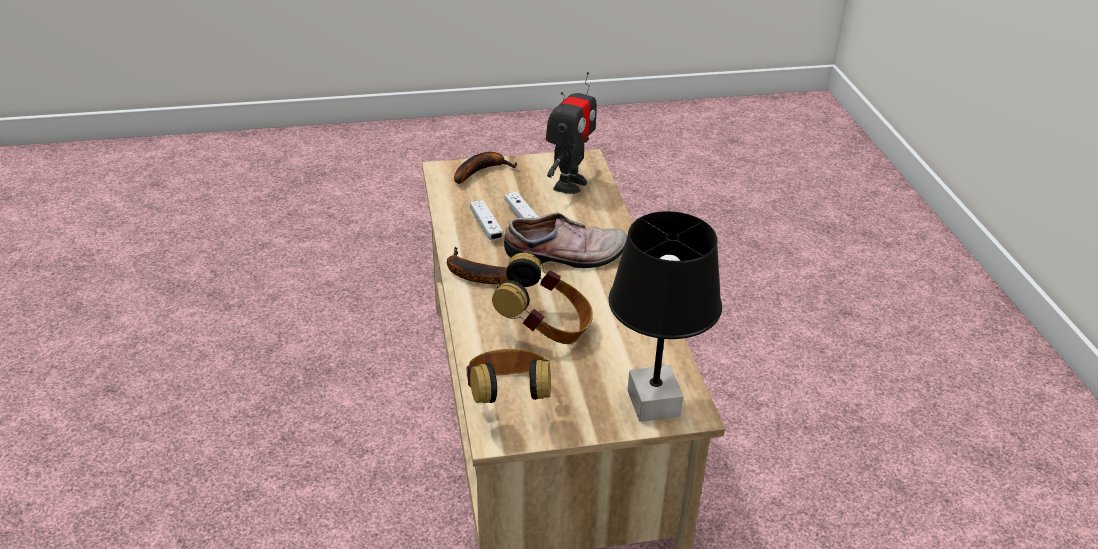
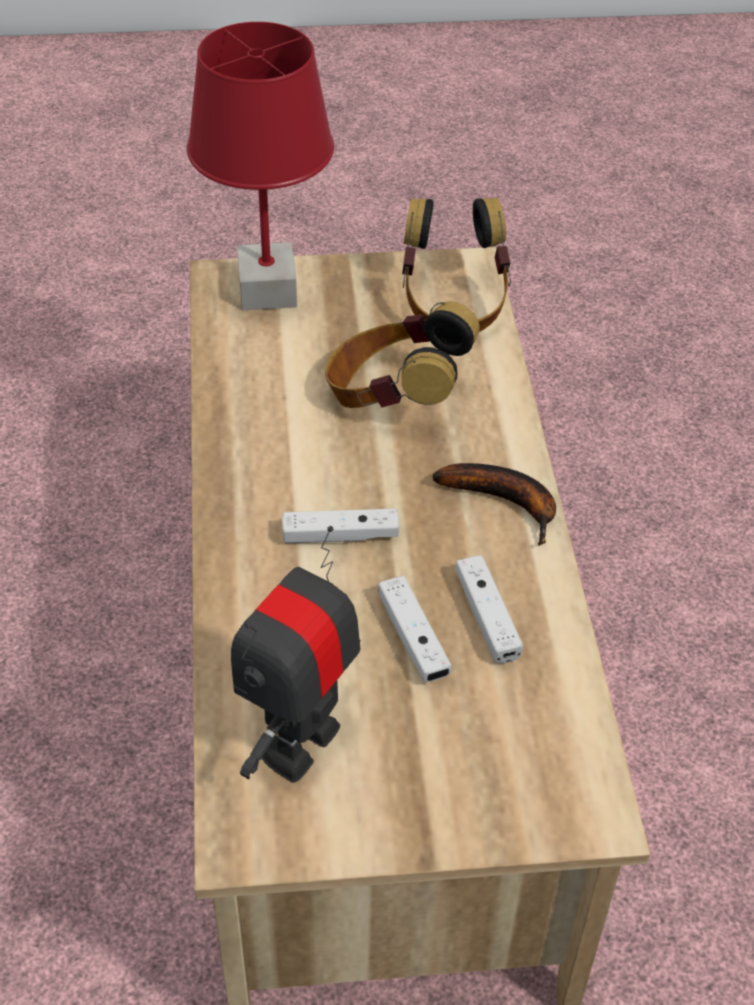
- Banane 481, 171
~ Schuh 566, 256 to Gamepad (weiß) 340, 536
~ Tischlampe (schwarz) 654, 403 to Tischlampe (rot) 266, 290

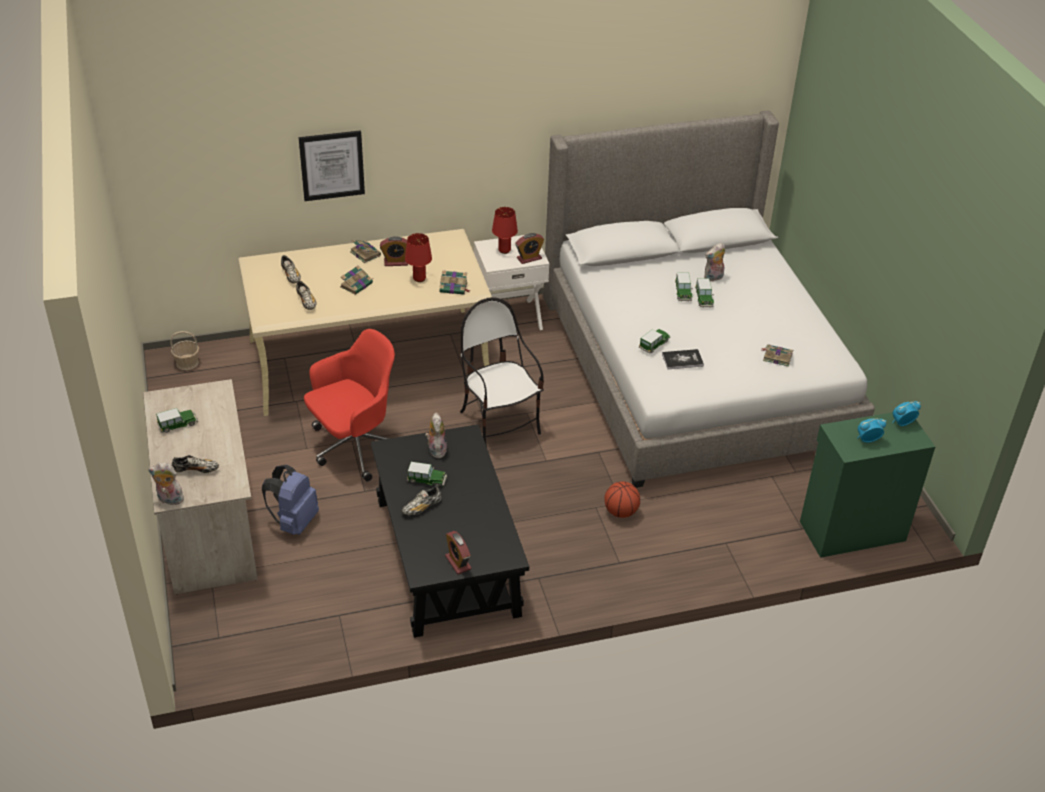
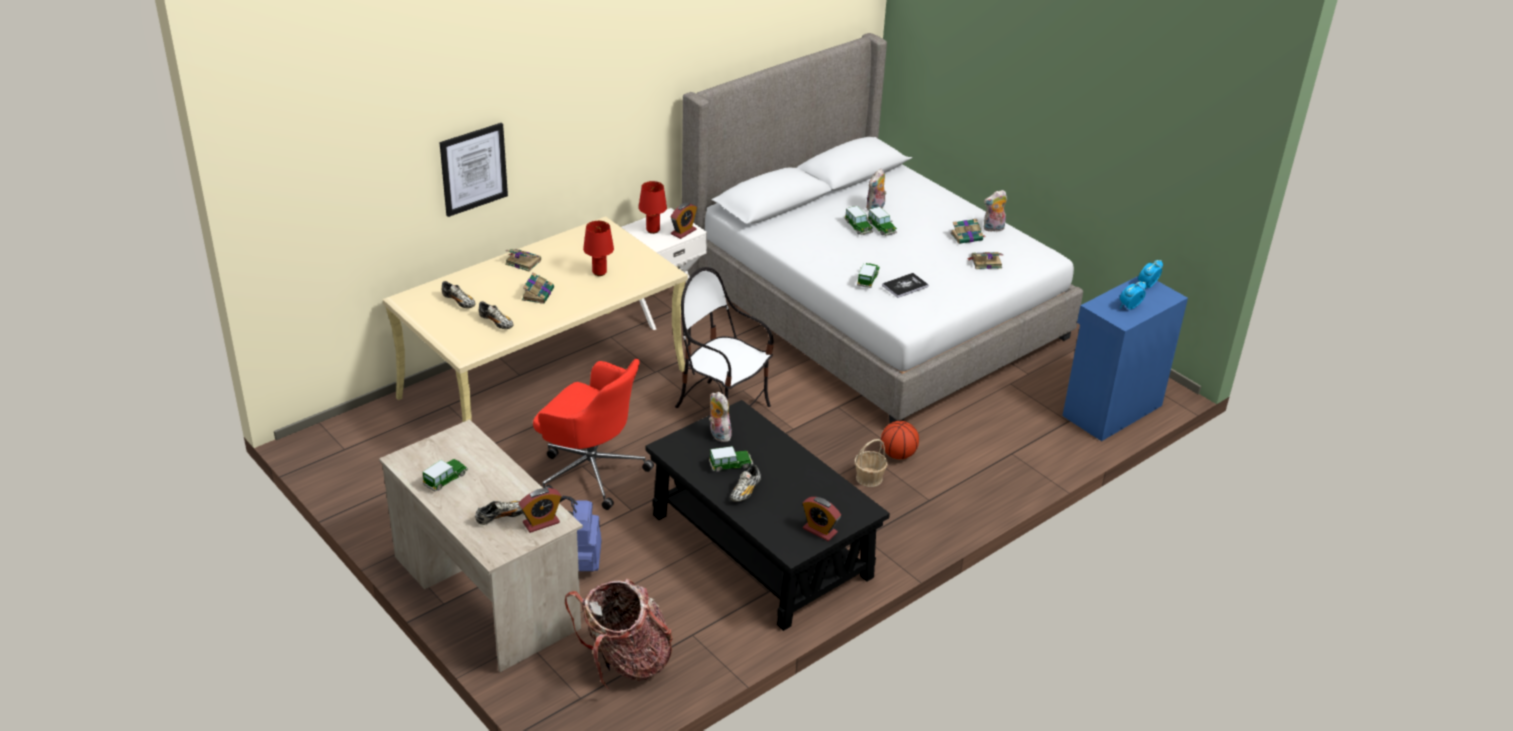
~ Plüschtier 169, 500 to 993, 229
~ Korb 187, 363 to 869, 478
~ Bürostuhl (rot) 355, 447 = 591, 471 90 degrees clockwise
~ Wecker 396, 262 to 541, 523
~ Buch 454, 288 to 967, 237
~ Schrank (grün) 851, 530 to Schrank (blau) 1110, 410
+ Rucksack 625, 662

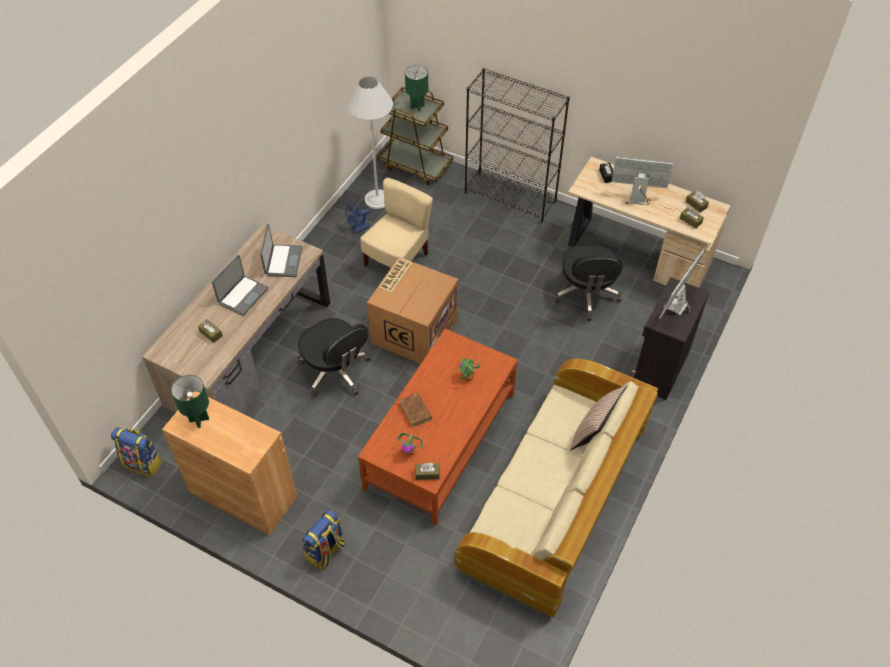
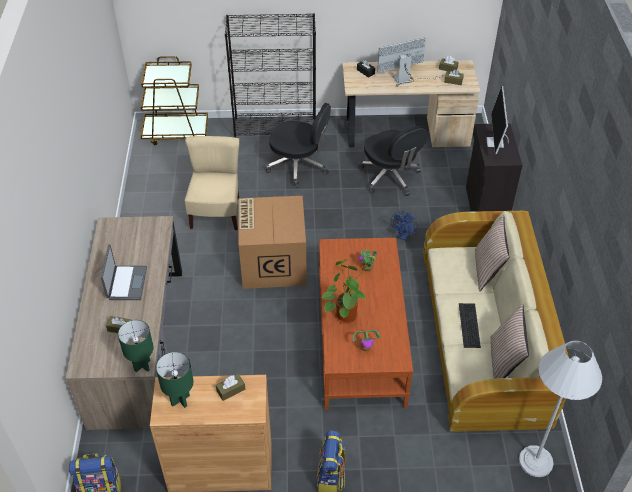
- Laptop 283, 261
~ Bürostuhl (schwarz) 335, 371 to 299, 166
~ Ventilator (blau) 358, 229 to 403, 236
~ Stehlampe (weiß) 377, 199 to 536, 461
~ Buch (braun) 415, 411 to Topfpflanze 345, 314
~ Tischlampe (grün) 417, 107 to 142, 365
~ Taschentuchbox (braun) 427, 474 to 231, 390
+ Tastatur 468, 324
+ Kissen 504, 362

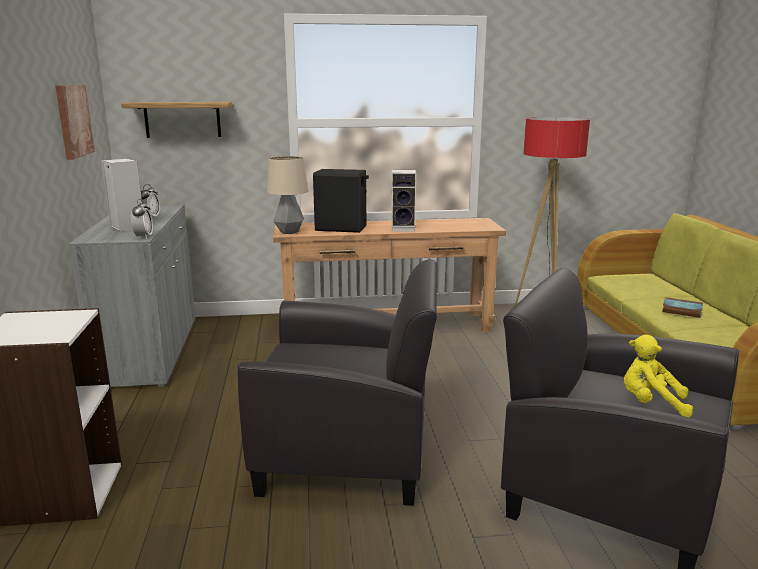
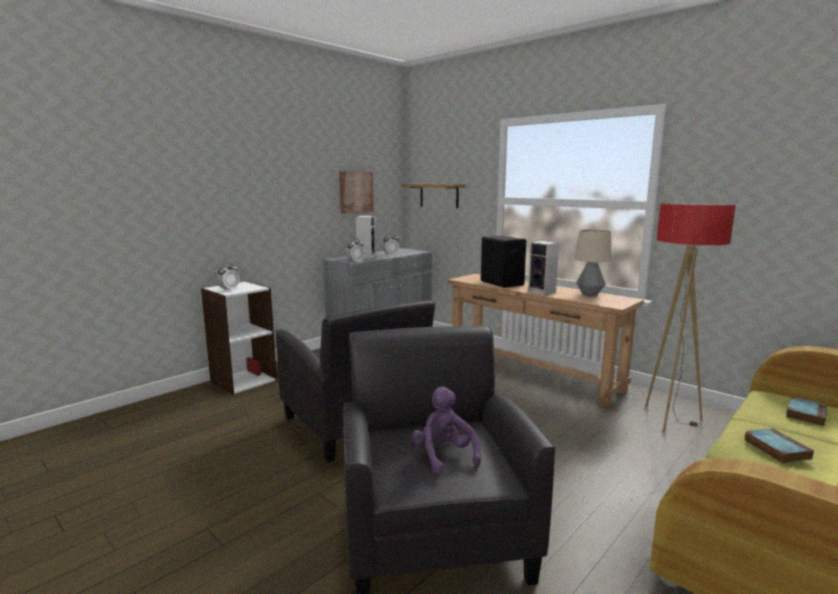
~ Tischlampe 289, 232 to 590, 294
~ Plüschtier (gelb) 651, 404 to Plüschtier (lila) 444, 456
+ Wecker 229, 290
+ Buch 805, 414

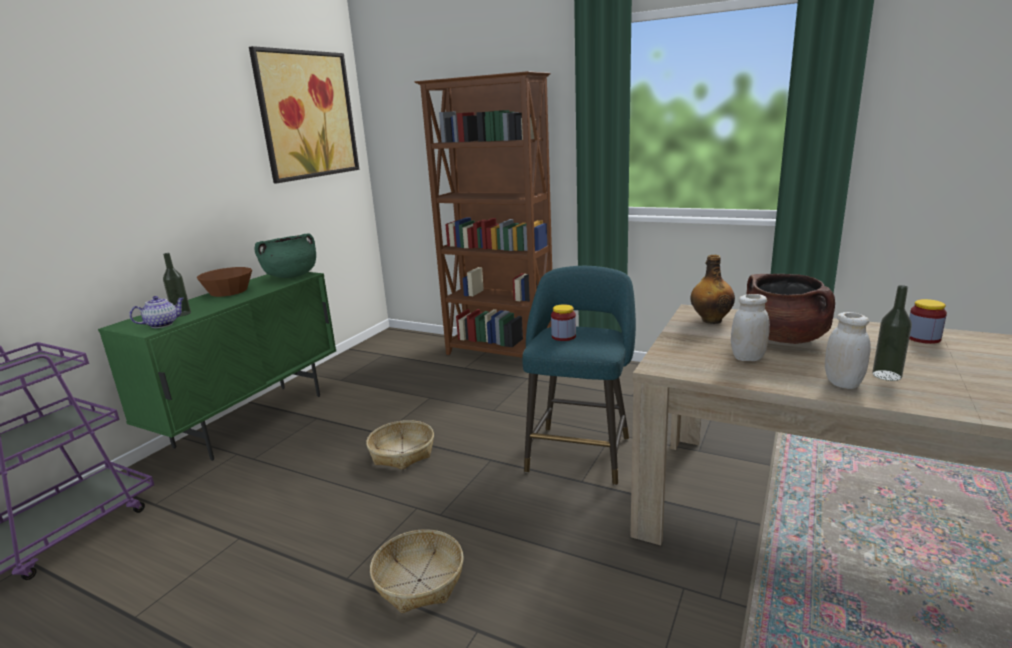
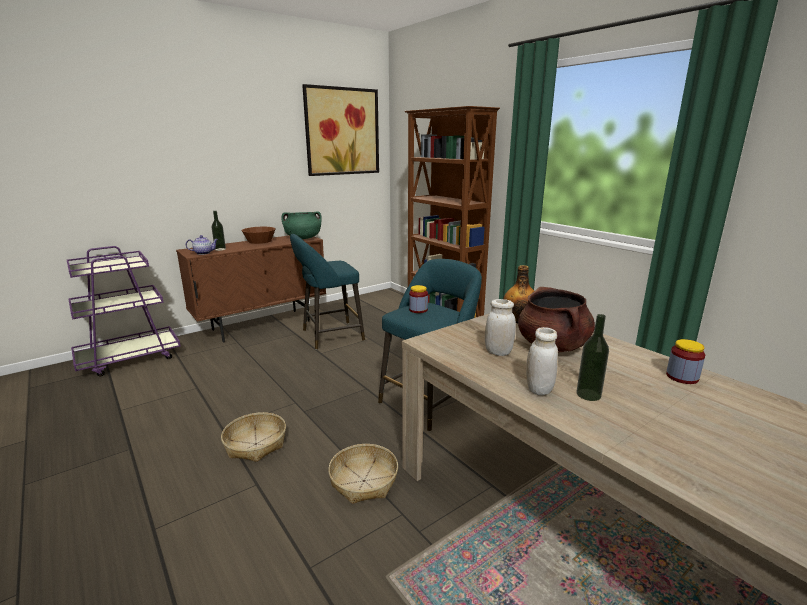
~ Schrank (grün) 252, 420 to Schrank (braun) 262, 325
~ Korb 402, 452 to 364, 480
+ Hocker (türkis) 329, 336

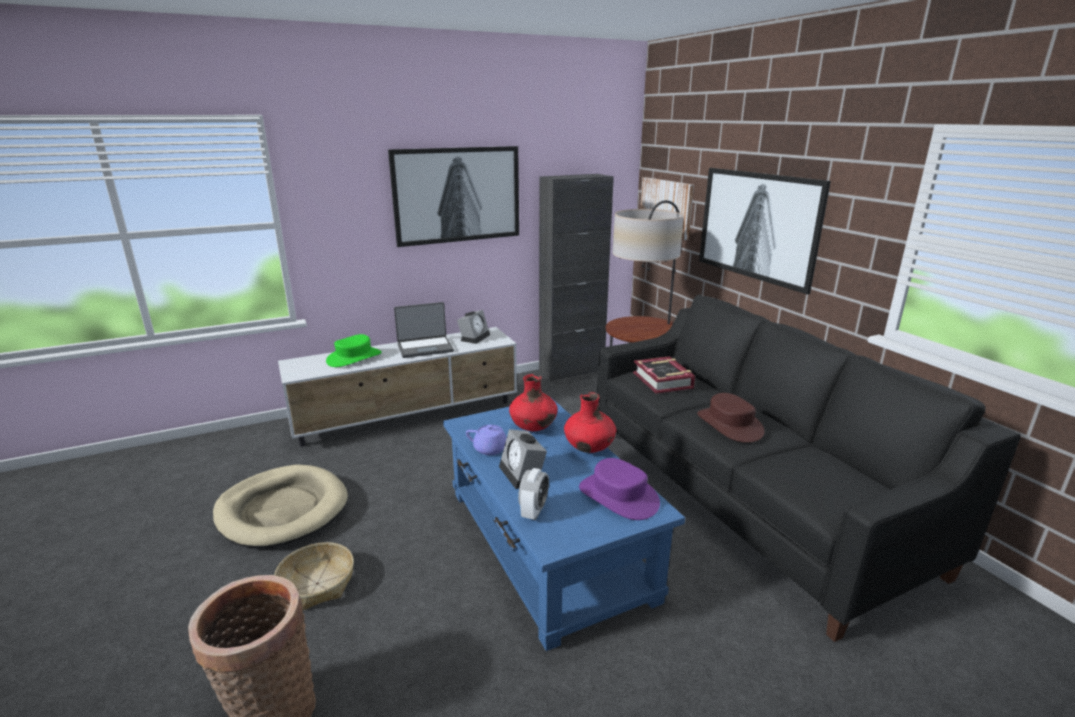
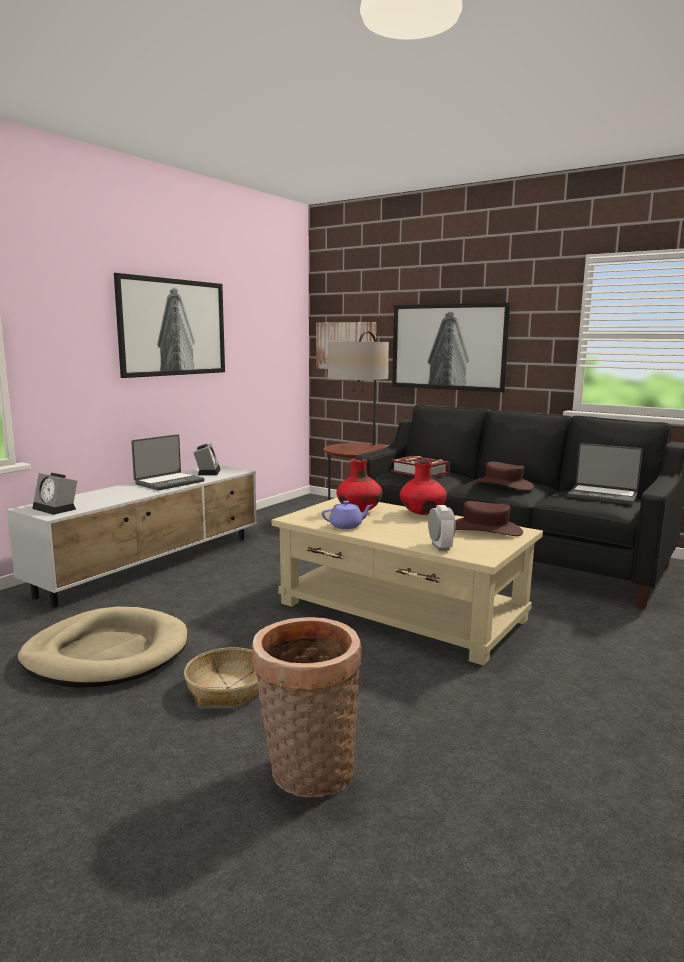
- Hut (grün) 354, 358
~ Couchtisch (blau) 546, 543 to Couchtisch (beige) 401, 611
~ Wecker 523, 474 to 57, 508
- Schrank (schwarz) 571, 370
~ Hut (lila) 619, 496 to Hut (braun) 485, 529
+ Laptop 603, 496

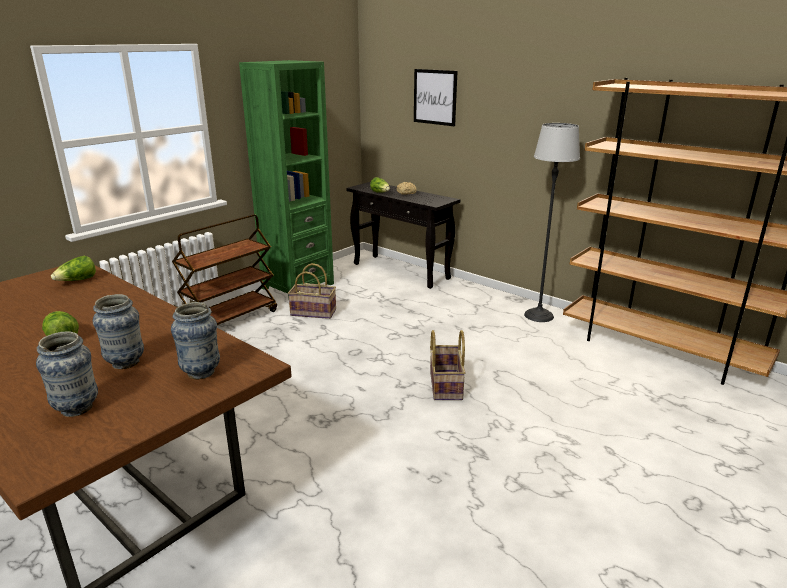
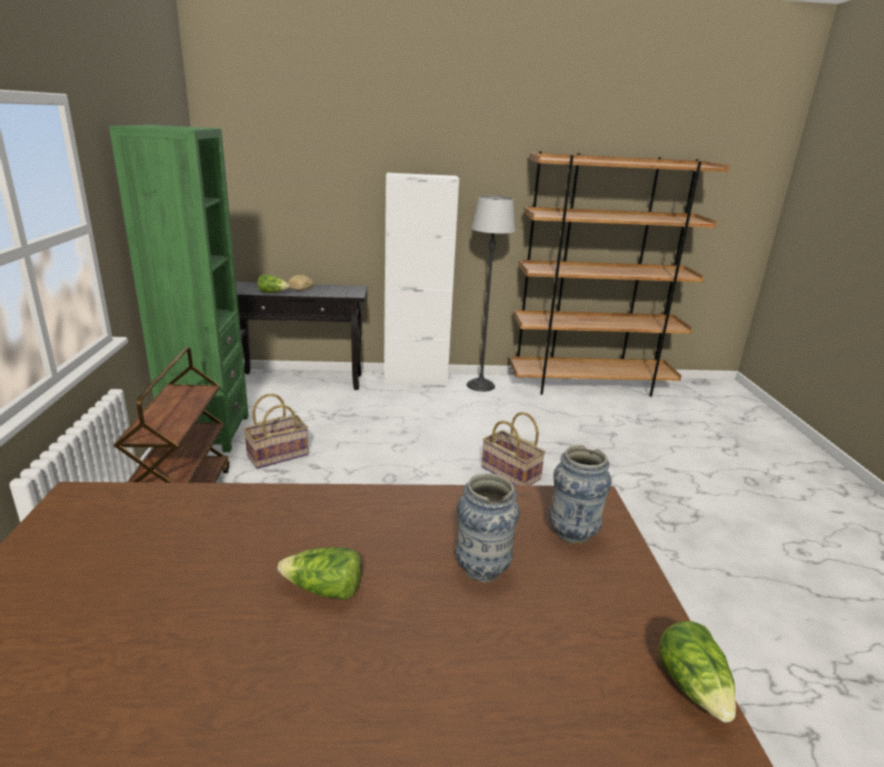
- Vase 77, 408
~ Salatkopf 77, 281 to 693, 687
- Bild 435, 97
+ Schrank (weiß) 415, 380

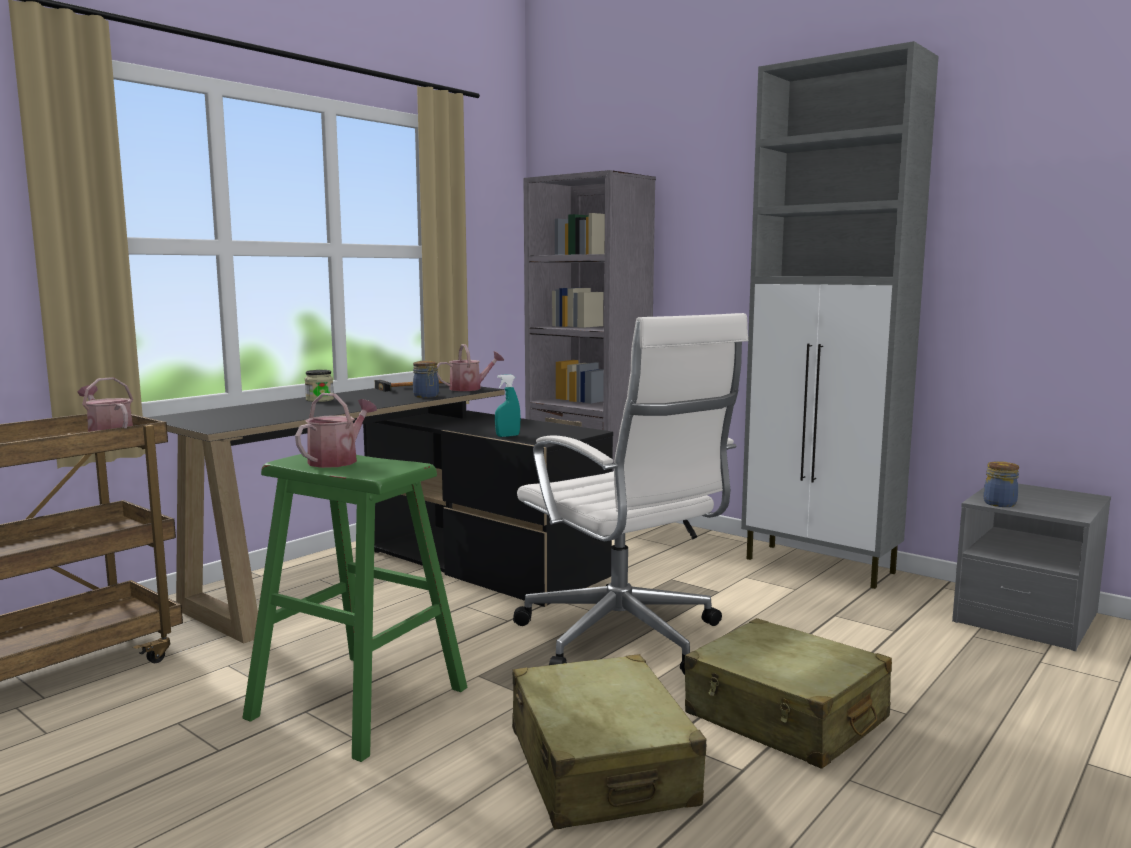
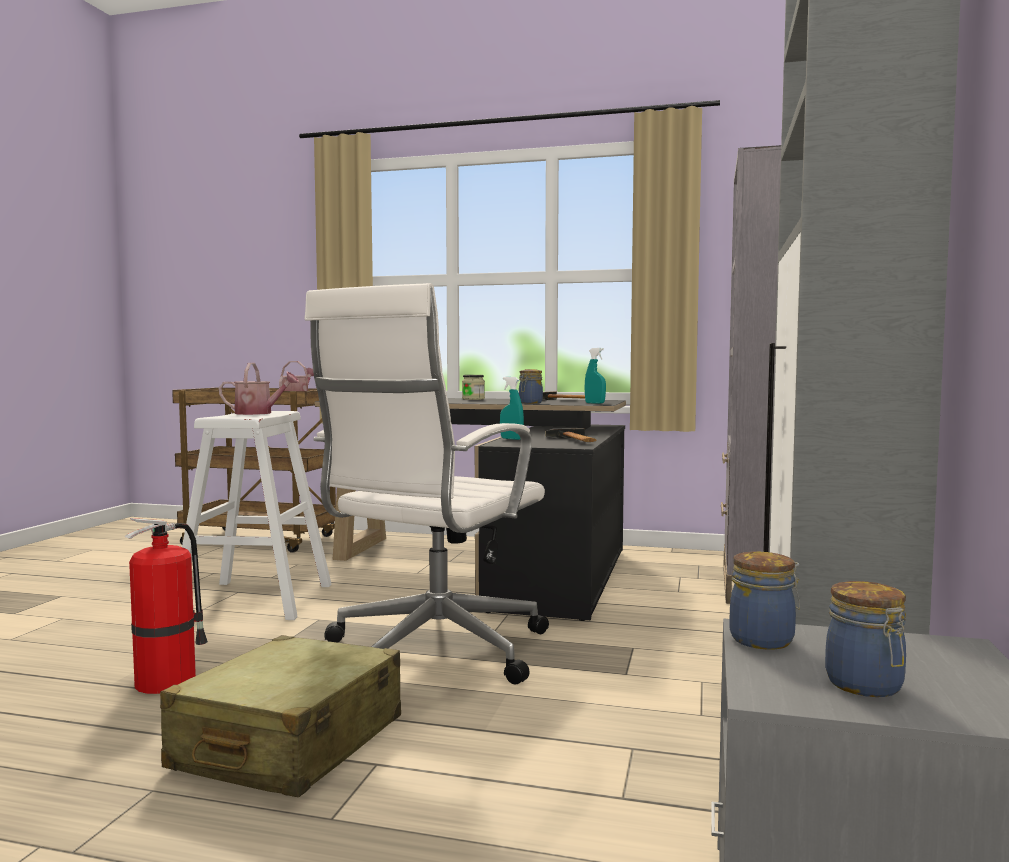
~ Hocker (grün) 359, 703 to Hocker (weiß) 255, 600
~ Gießkanne 470, 388 to Sprühflasche (türkis) 595, 403
~ Koffer (beige) 601, 767 to Feuerlöscher 168, 680
+ Hammer 574, 441
+ Vorratsglas 866, 686

